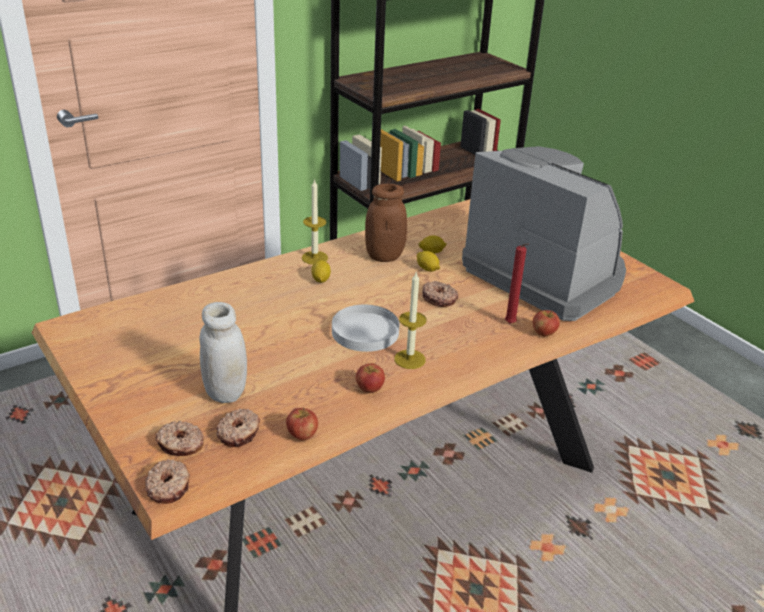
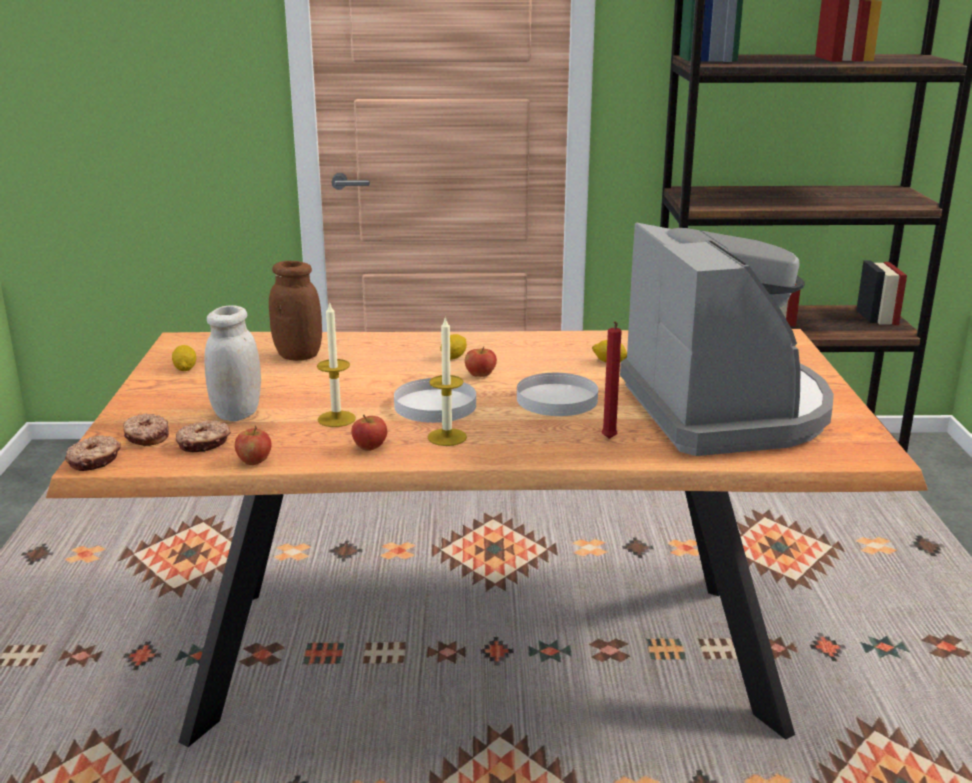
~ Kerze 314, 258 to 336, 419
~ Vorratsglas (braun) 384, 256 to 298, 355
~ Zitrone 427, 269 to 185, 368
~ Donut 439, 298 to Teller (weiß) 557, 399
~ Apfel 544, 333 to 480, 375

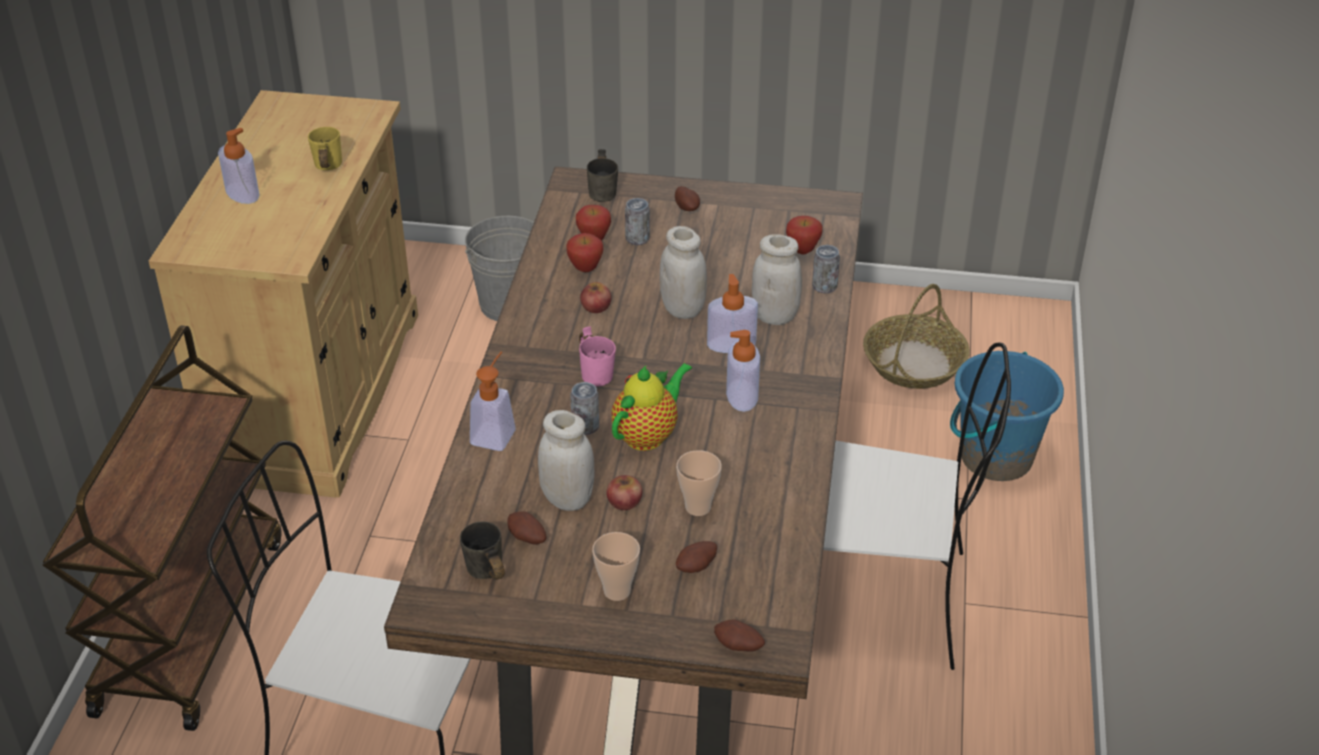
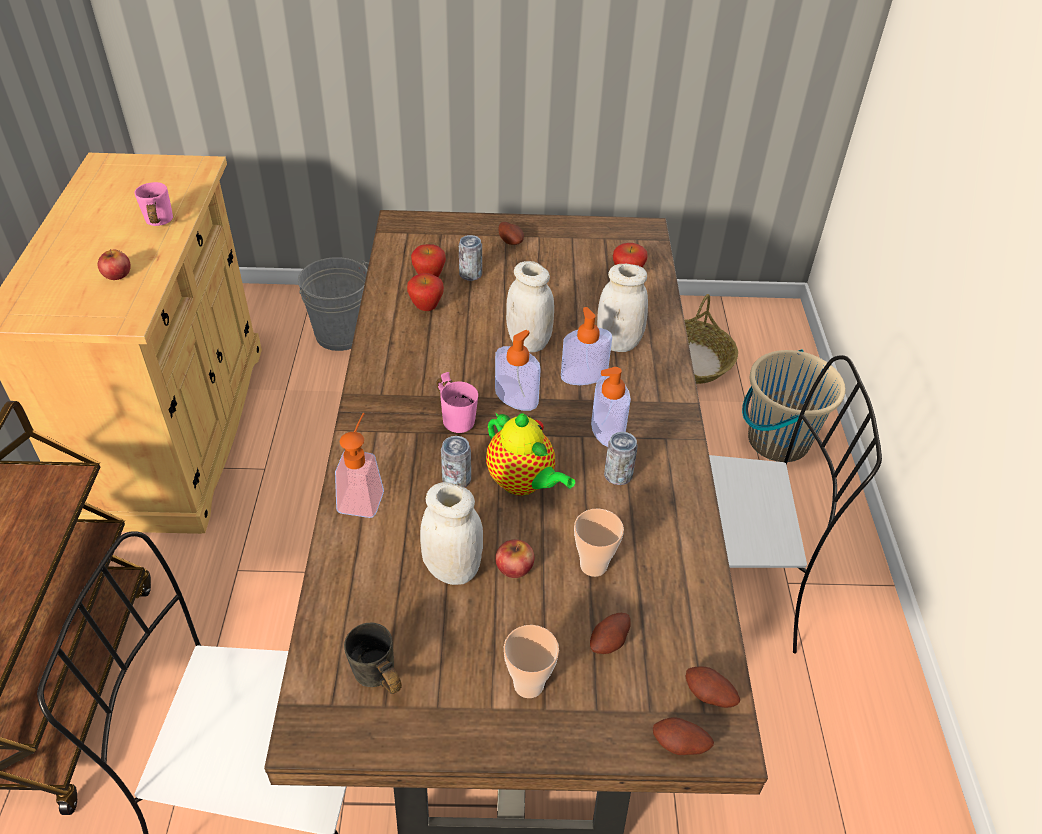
~ Seifenspender 242, 193 to 516, 397
~ Henkelbecher (gelb) 324, 169 to Henkelbecher (rosa) 156, 224
~ Kartoffel 526, 538 to 708, 696
~ Apfel 596, 306 to 117, 274
- Henkelbecher (grau) 605, 192
~ Teekanne 648, 435 = 523, 483 105 degrees clockwise
~ Dose 824, 286 to 618, 475
~ Eimer (blau) 995, 457 to Eimer (beige) 777, 440

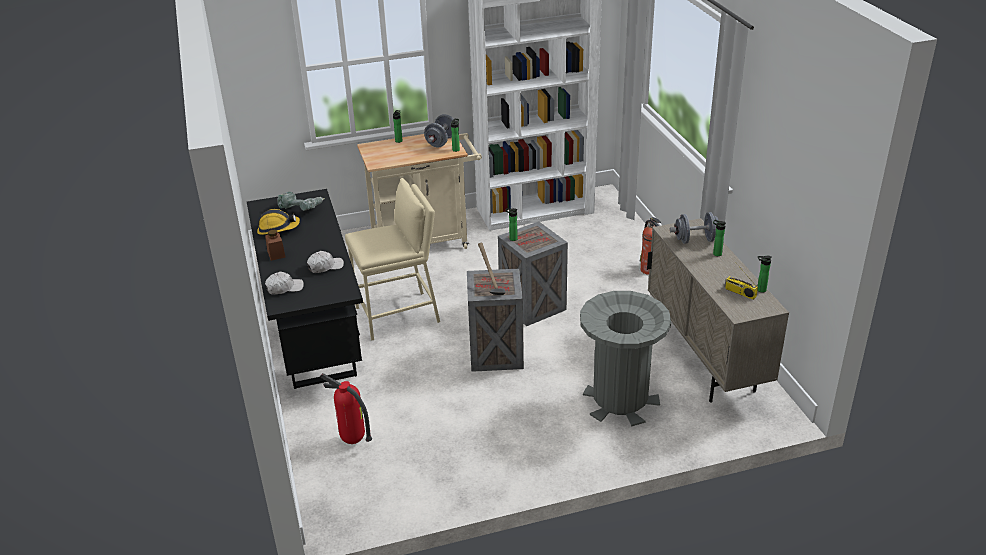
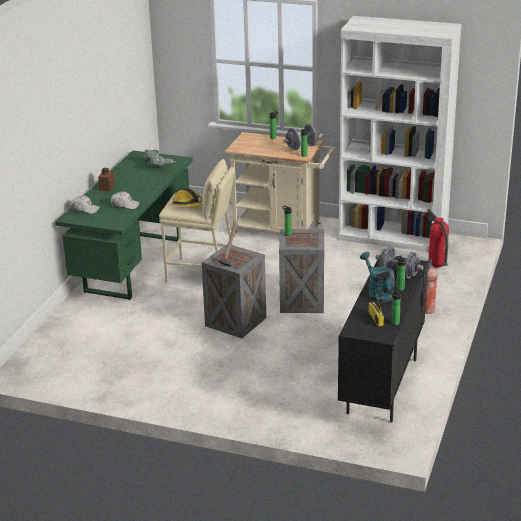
~ Schreibtisch (schwarz) 313, 334 to Schreibtisch (grün) 133, 264
~ Schutzhelm 278, 228 to 188, 204
~ Feuerlöscher 352, 441 to 436, 266
- Mülleimer (grau) 620, 401
~ Schrank (beige) 705, 361 to Schrank (schwarz) 382, 386
+ Gießkanne (türkis) 378, 293

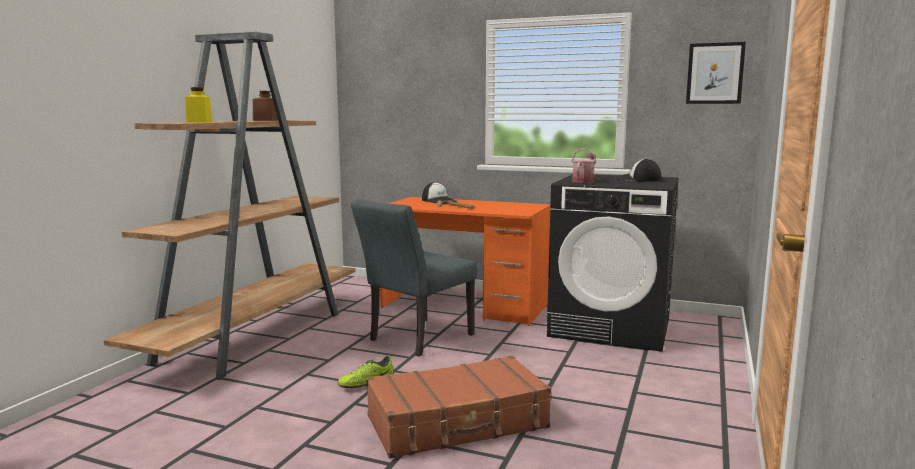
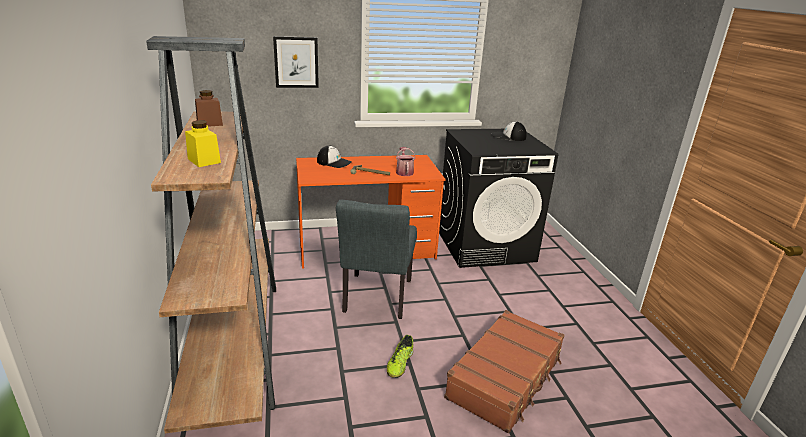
~ Gießkanne 584, 181 to 404, 172
~ Bild 715, 73 to 296, 62

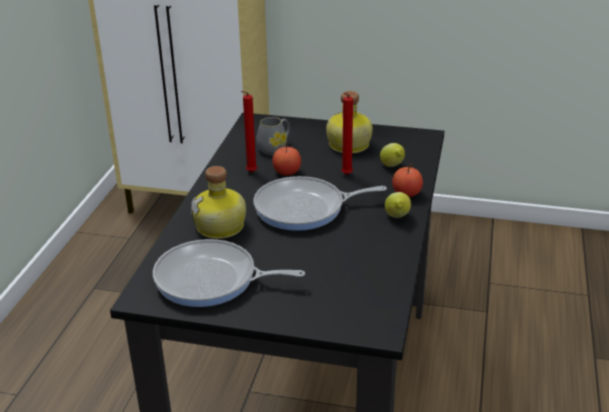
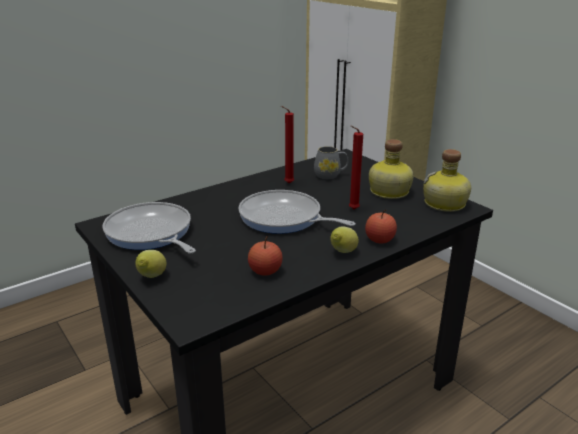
~ Flasche 221, 227 to 445, 204
~ Apfel 287, 172 to 265, 271
~ Zitrone 392, 166 to 151, 277

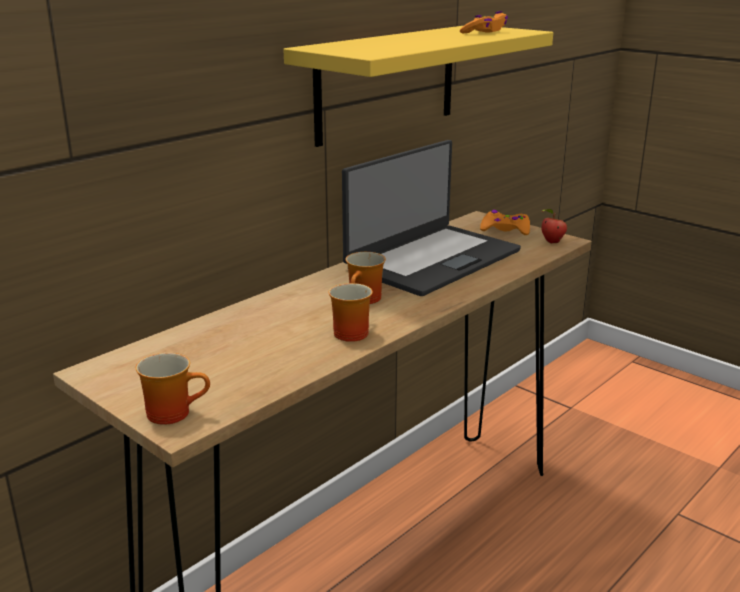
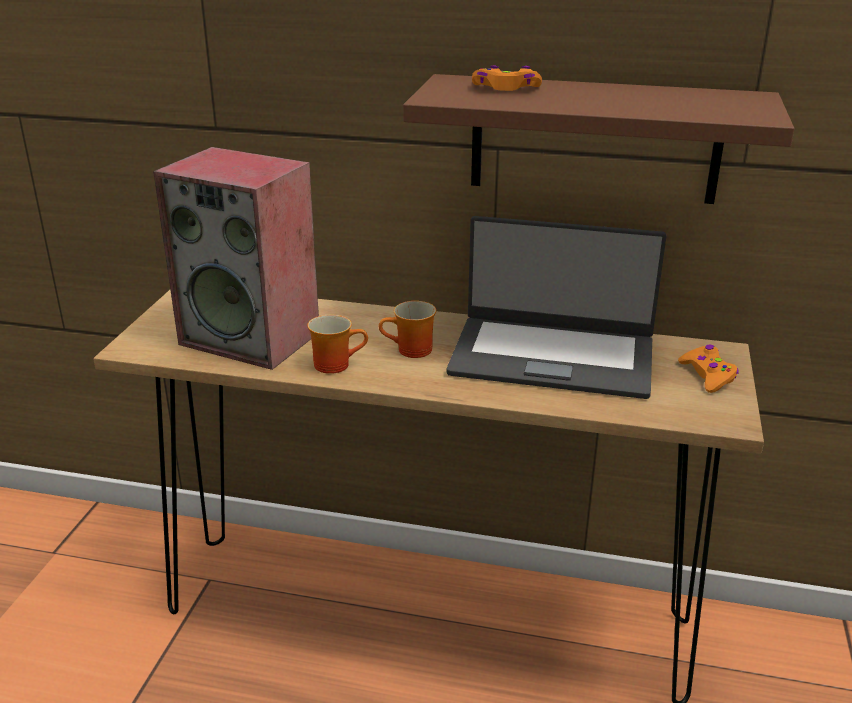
- Henkelbecher 174, 412
~ Wandregal (gelb) 387, 83 to Wandregal (braun) 594, 139
~ Gamepad (orange) 485, 32 to 506, 89
- Apfel 551, 242
+ Lautsprecher 252, 338

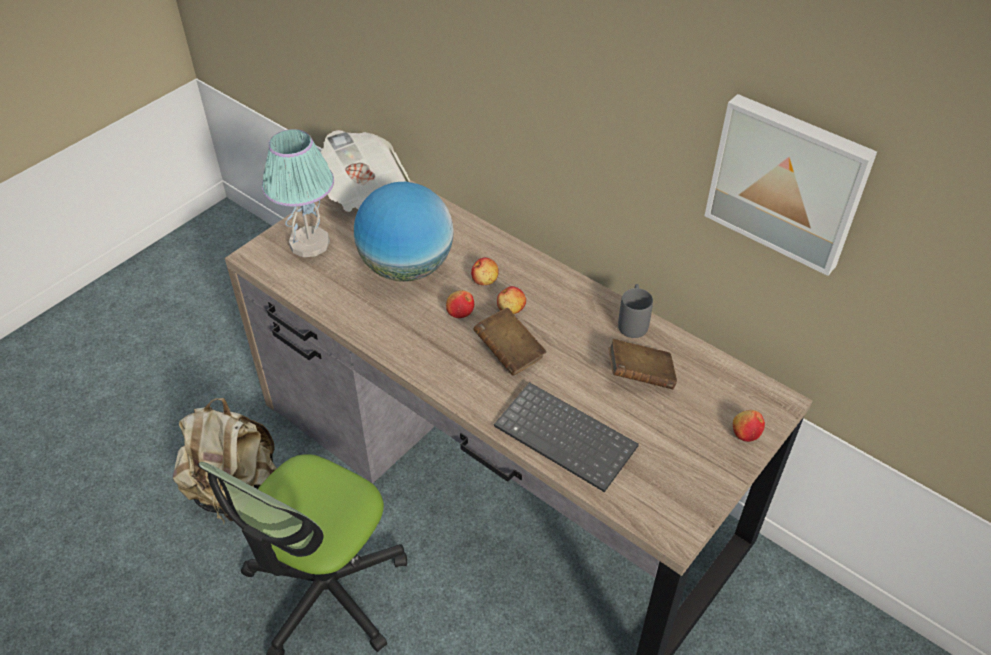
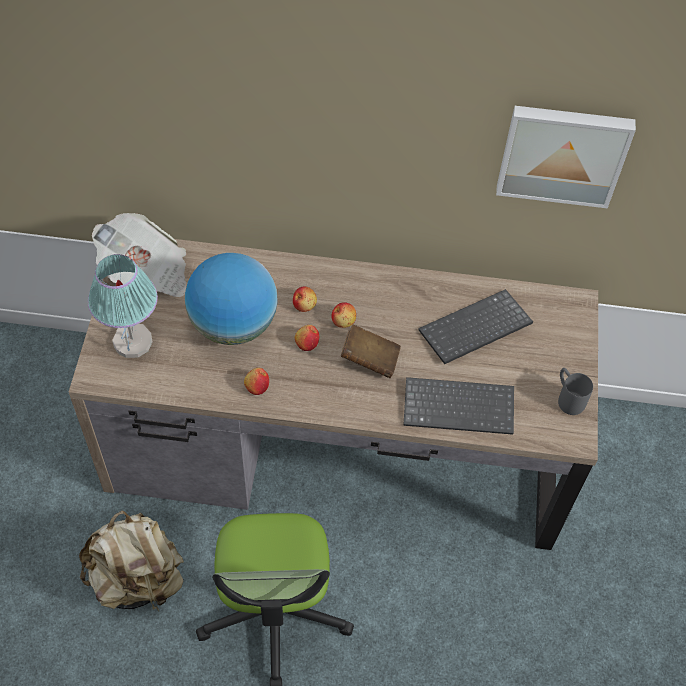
~ Buch (braun) 640, 376 to Tastatur 475, 330
~ Henkelbecher (grau) 633, 321 to 567, 398
~ Apfel 745, 433 to 257, 386

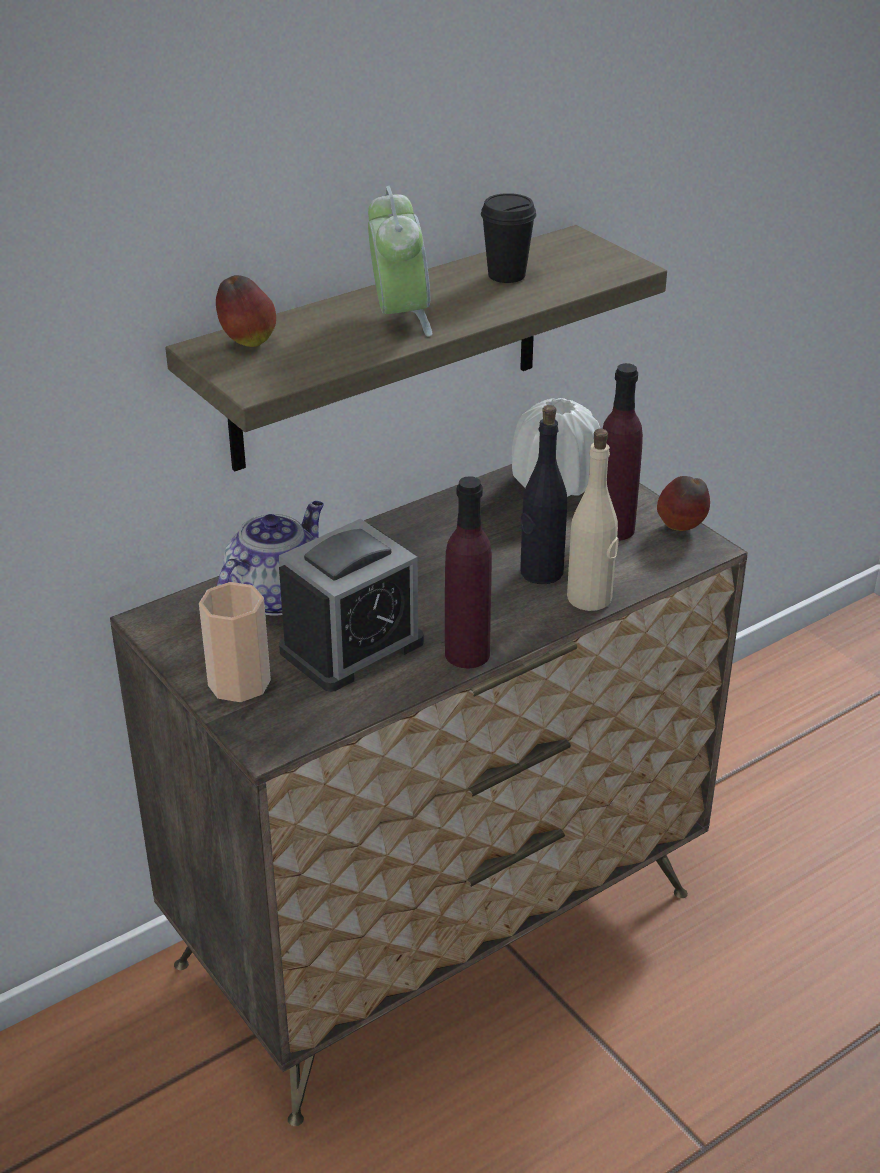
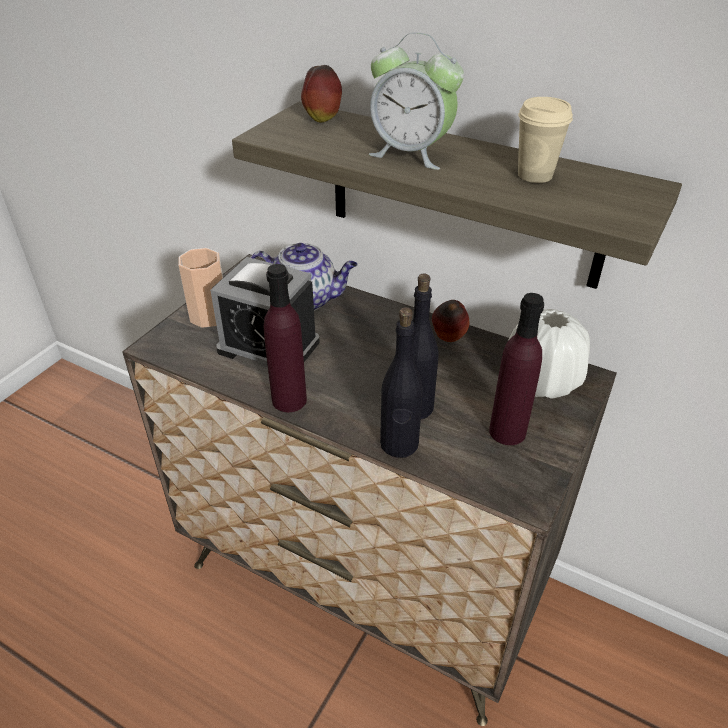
~ Wecker 399, 317 = 411, 154 60 degrees clockwise
~ Tasse (schwarz) 506, 275 to Tasse (beige) 535, 175
~ Flasche (beige) 590, 598 to Flasche (schwarz) 399, 444
~ Apfel 681, 529 to 448, 339

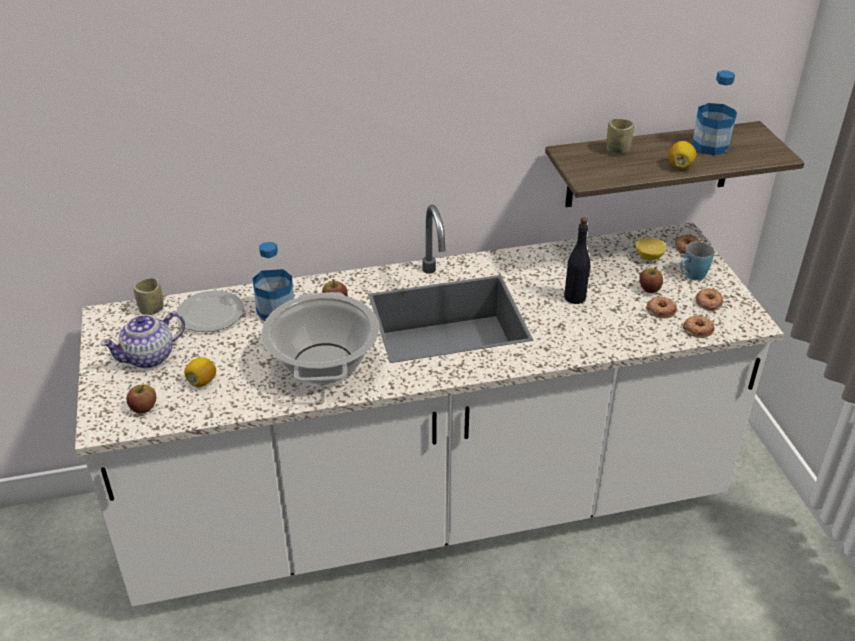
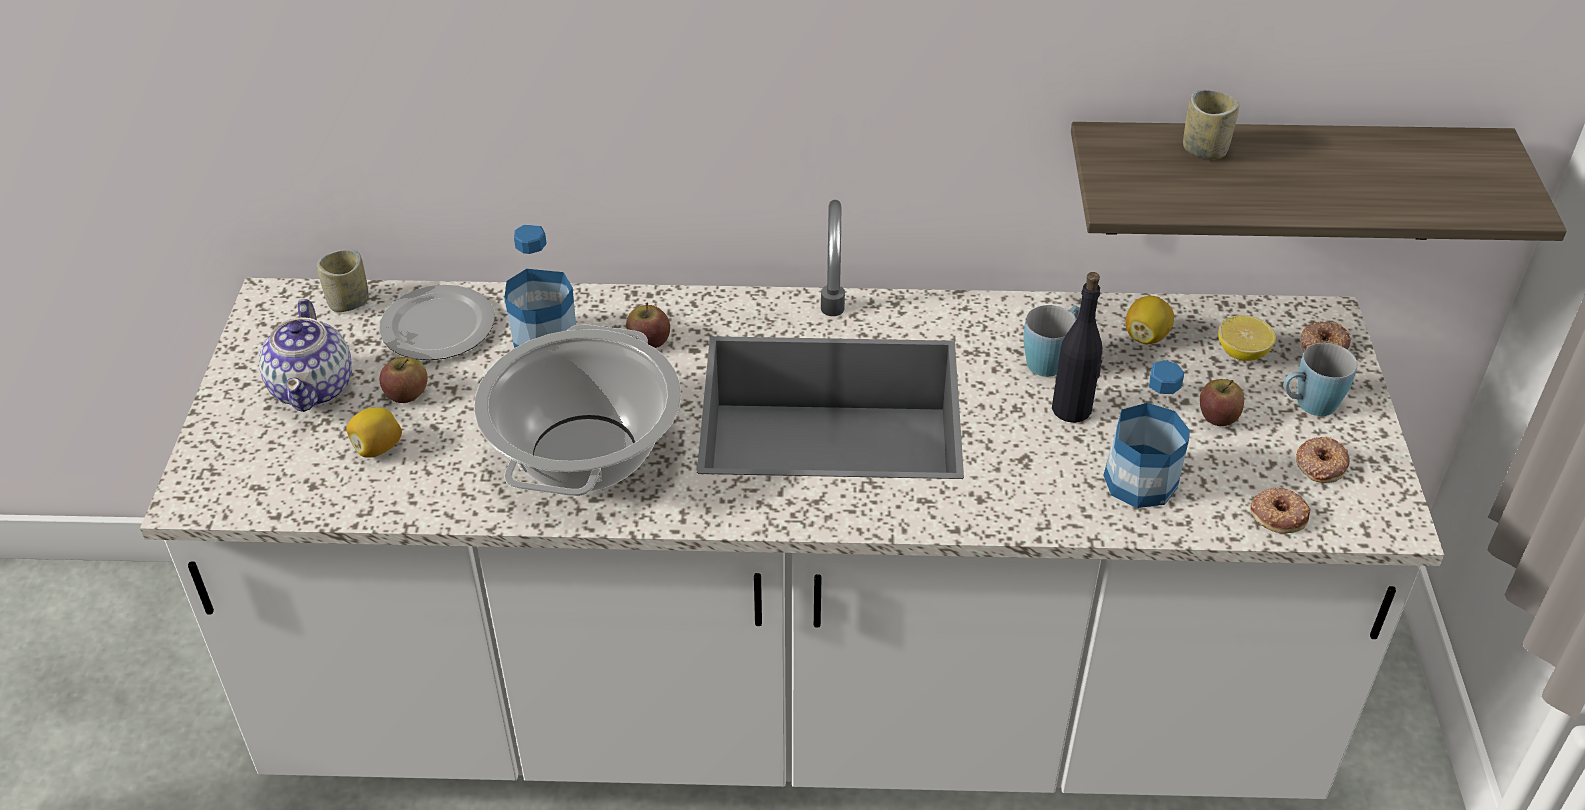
~ Teekanne 150, 357 = 314, 387 75 degrees counterclockwise
~ Apfel 143, 407 to 407, 394
- Donut 661, 310
~ Zitrone 680, 166 to 1146, 336
~ Flasche 710, 146 to 1140, 481
+ Henkelbecher (blau) 1051, 358

